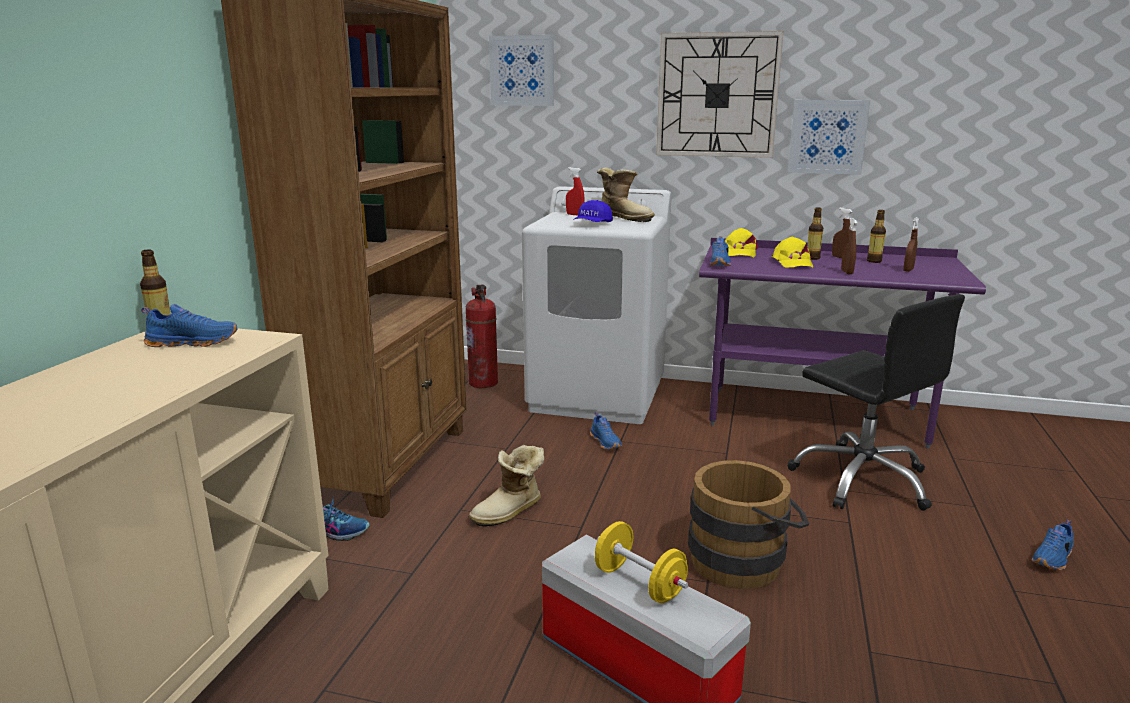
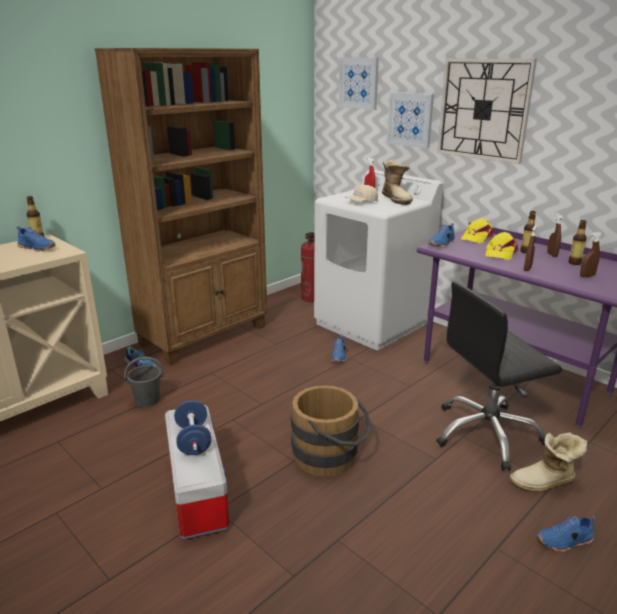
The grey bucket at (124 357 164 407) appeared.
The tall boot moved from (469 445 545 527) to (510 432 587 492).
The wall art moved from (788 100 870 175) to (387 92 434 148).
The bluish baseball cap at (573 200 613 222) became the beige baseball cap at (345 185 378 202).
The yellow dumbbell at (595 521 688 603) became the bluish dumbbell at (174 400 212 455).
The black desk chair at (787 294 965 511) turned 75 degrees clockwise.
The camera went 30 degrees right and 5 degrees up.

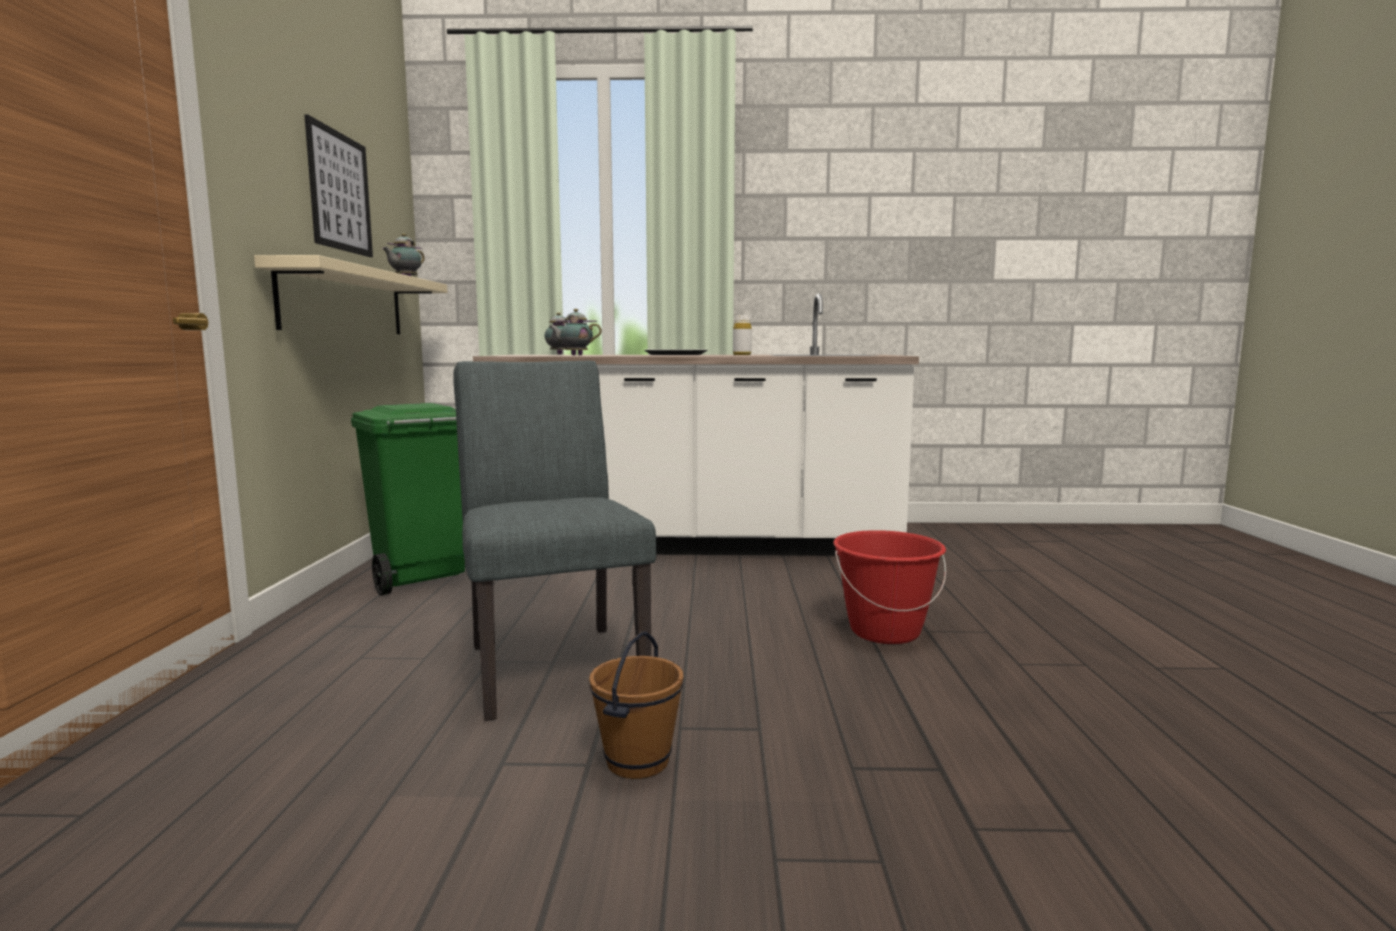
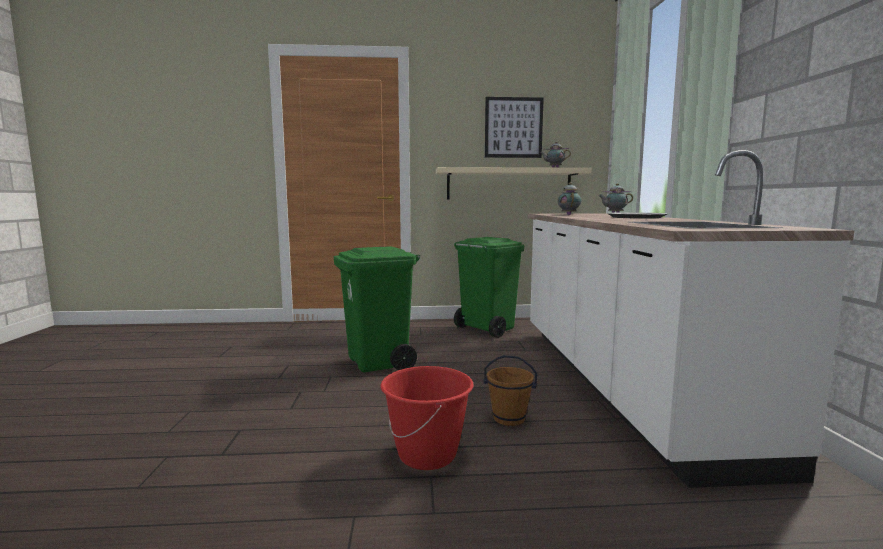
The white-coloured drink bottle at (733 315 752 355) disappeared.
The brownish bucket moved from (589 631 684 779) to (483 355 537 426).
The grey upright chair at (453 361 656 721) was replaced by the green-coloured trash can at (334 246 420 372).
The camera went 85 degrees right and 0 degrees up.

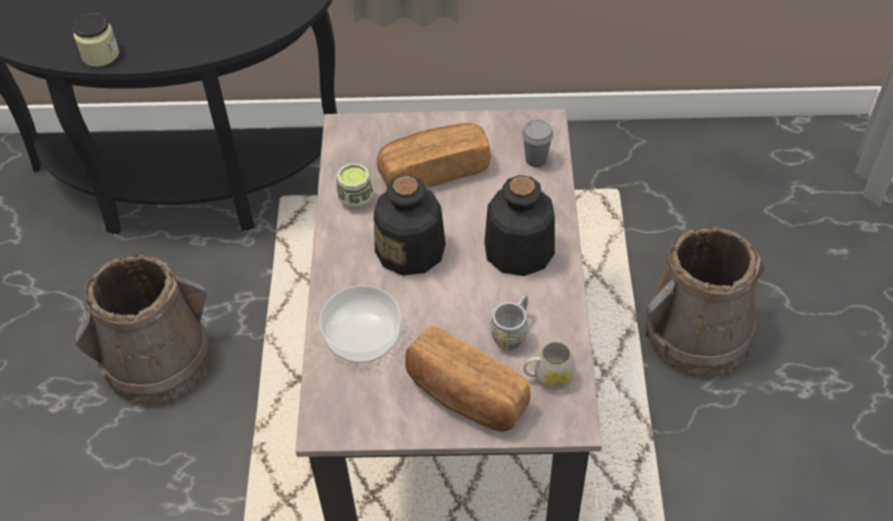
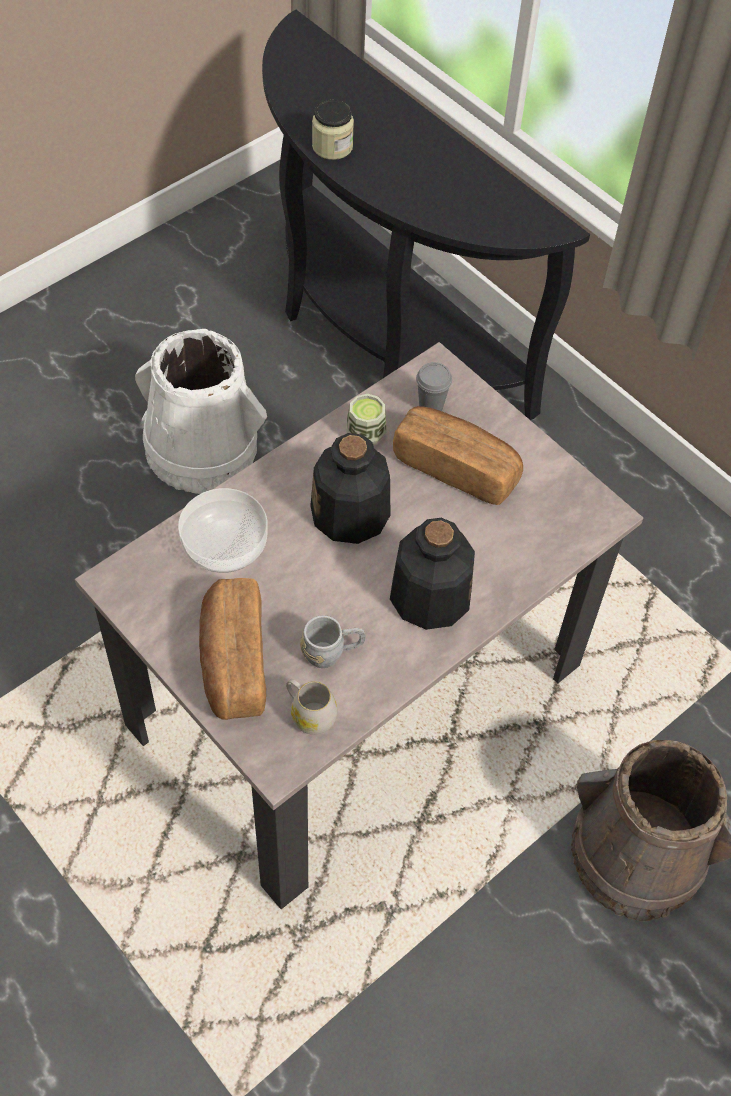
The grey small cup moved from (522 119 553 167) to (416 362 452 411).
The brownish bucket at (74 255 211 405) became the white-coloured bucket at (135 329 267 494).
The camera went 45 degrees right and 5 degrees up.

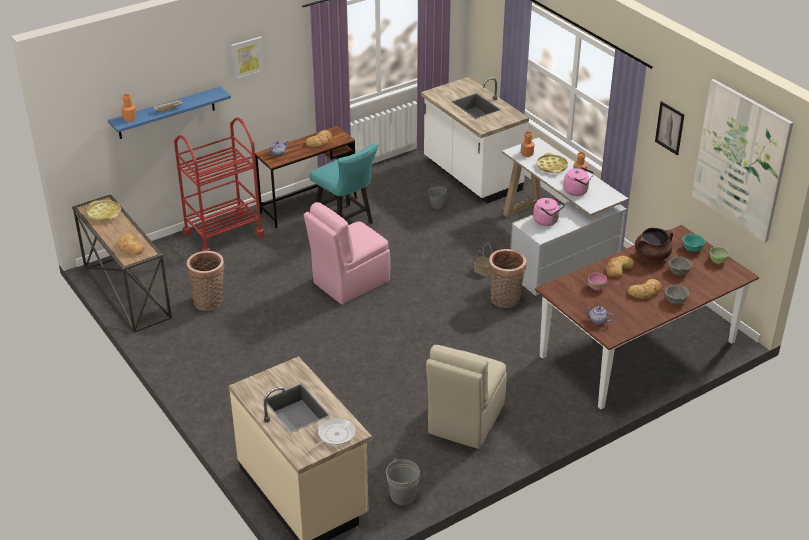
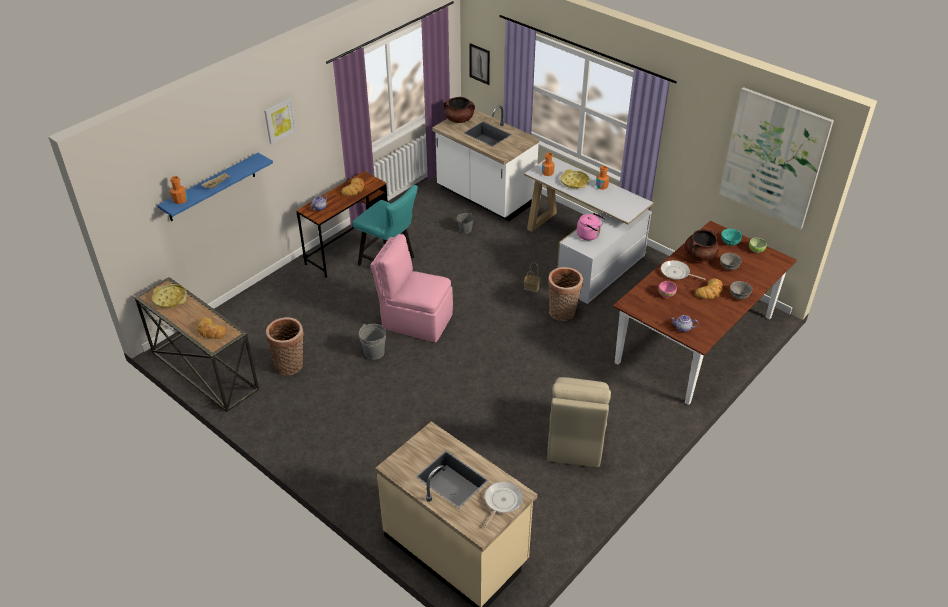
The reddish wheeled cart at (174 117 264 251) disappeared.
The pink tea kettle at (564 167 594 196) disappeared.
The brownish saucepot at (444 97 475 123) appeared.
The grey bucket moved from (386 458 420 505) to (359 324 386 360).
The wall art moved from (655 101 684 155) to (469 43 490 85).
The bakery bread at (606 256 634 278) was replaced by the pan at (661 260 706 280).
The pink upright chair at (304 202 390 304) turned 75 degrees clockwise.
The camera went 15 degrees left and 5 degrees up.

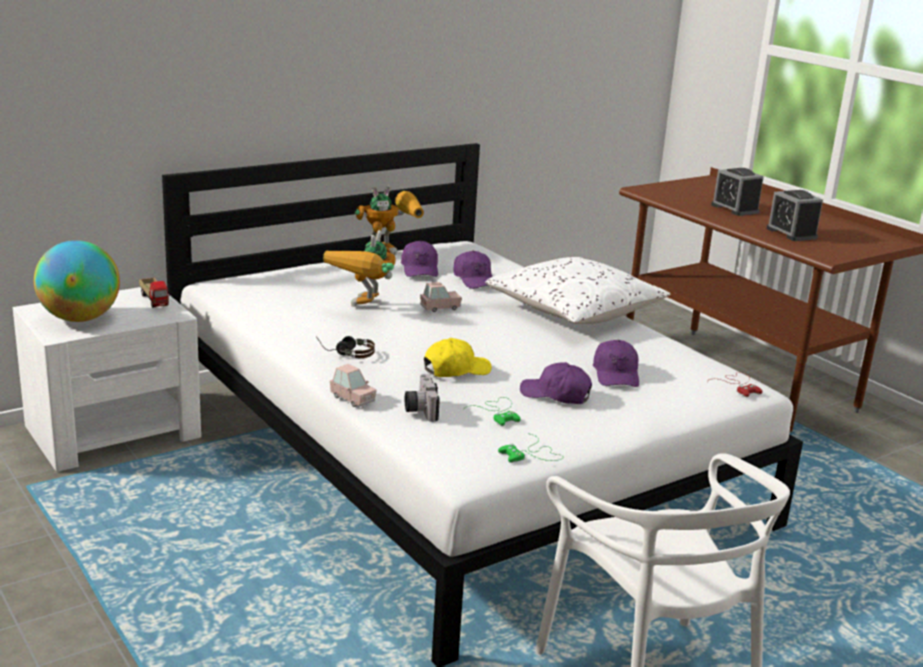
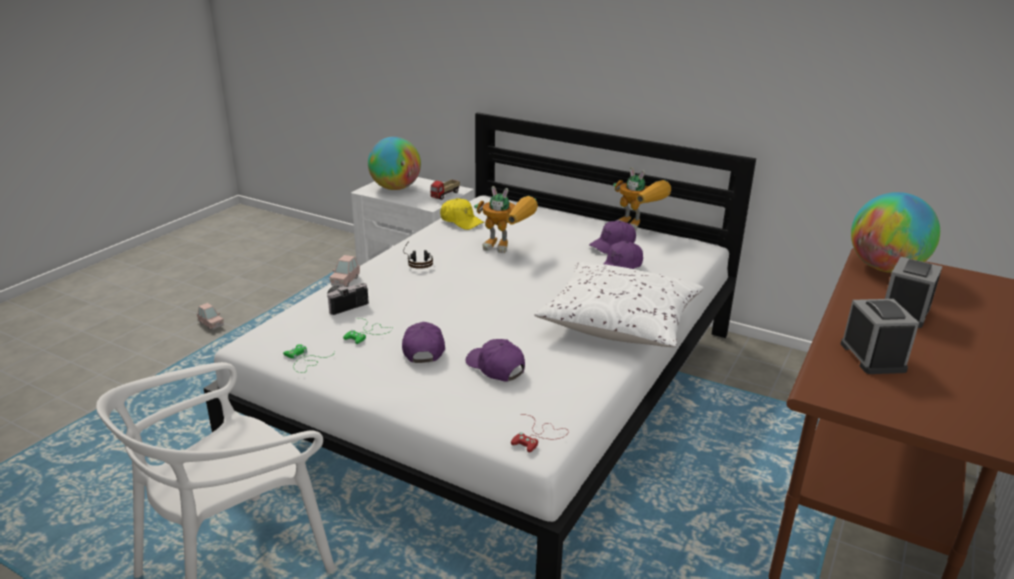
The world globe at (851 192 940 273) appeared.
The pink model car moved from (420 282 462 312) to (197 303 224 330).
The yellow baseball cap moved from (424 338 492 377) to (440 198 484 230).
The toy robot at (323 230 395 307) turned 150 degrees counterclockwise.
The purple baseball cap at (593 340 639 387) turned 75 degrees clockwise.
The alarm clock at (767 190 823 241) turned 135 degrees clockwise.
The camera went 65 degrees right and 5 degrees up.

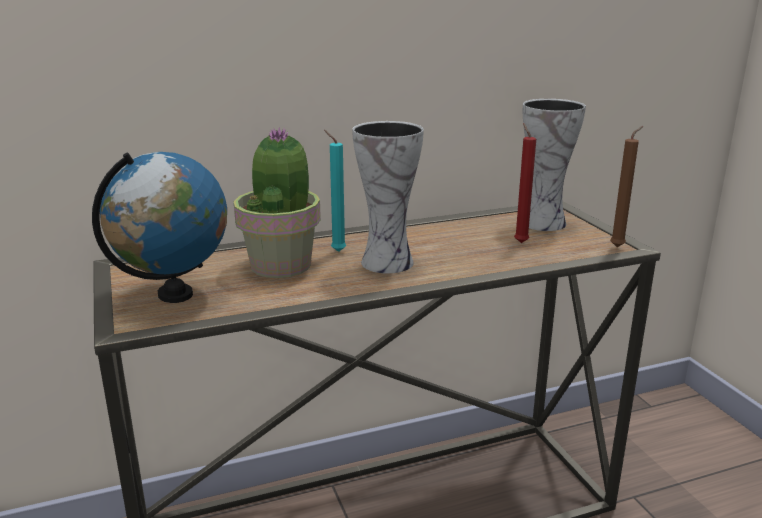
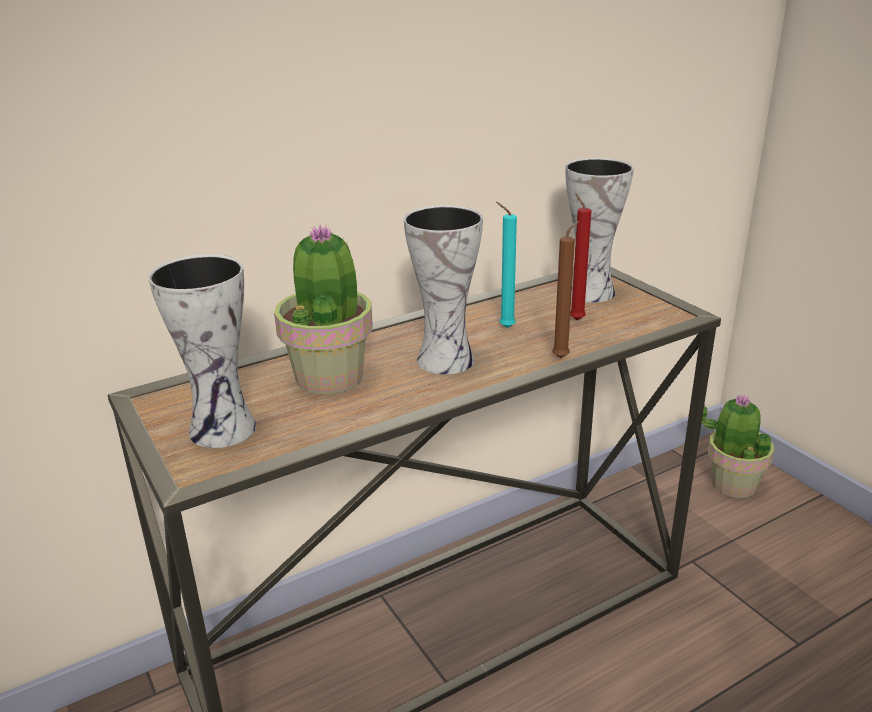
The houseplant at (702 395 774 498) appeared.
The blue-green wax light moved from (324 130 346 252) to (496 202 517 328).
The brownish wax light moved from (610 126 643 247) to (552 221 579 358).
The world globe at (92 152 227 303) was replaced by the flower vase at (148 254 256 448).
The camera went 10 degrees left and 5 degrees up.

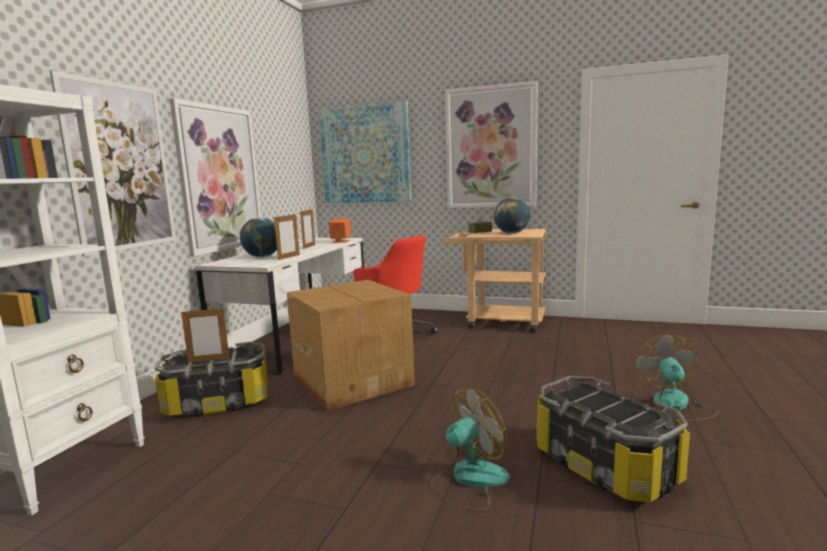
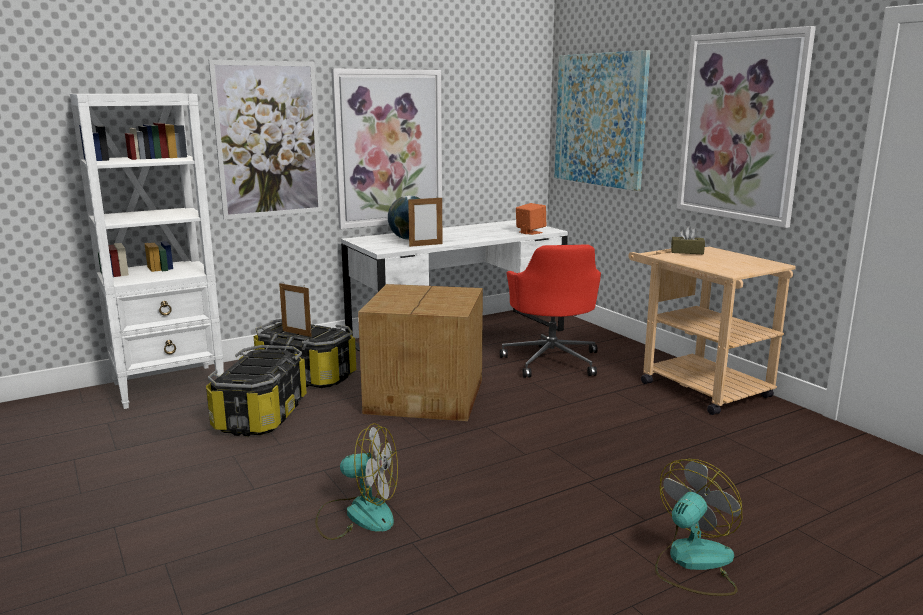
The picture frame at (300 209 315 249) disappeared.
The world globe at (494 197 530 233) disappeared.
The storage bin moved from (536 376 690 503) to (206 345 307 436).
The camera went 40 degrees right and 5 degrees up.

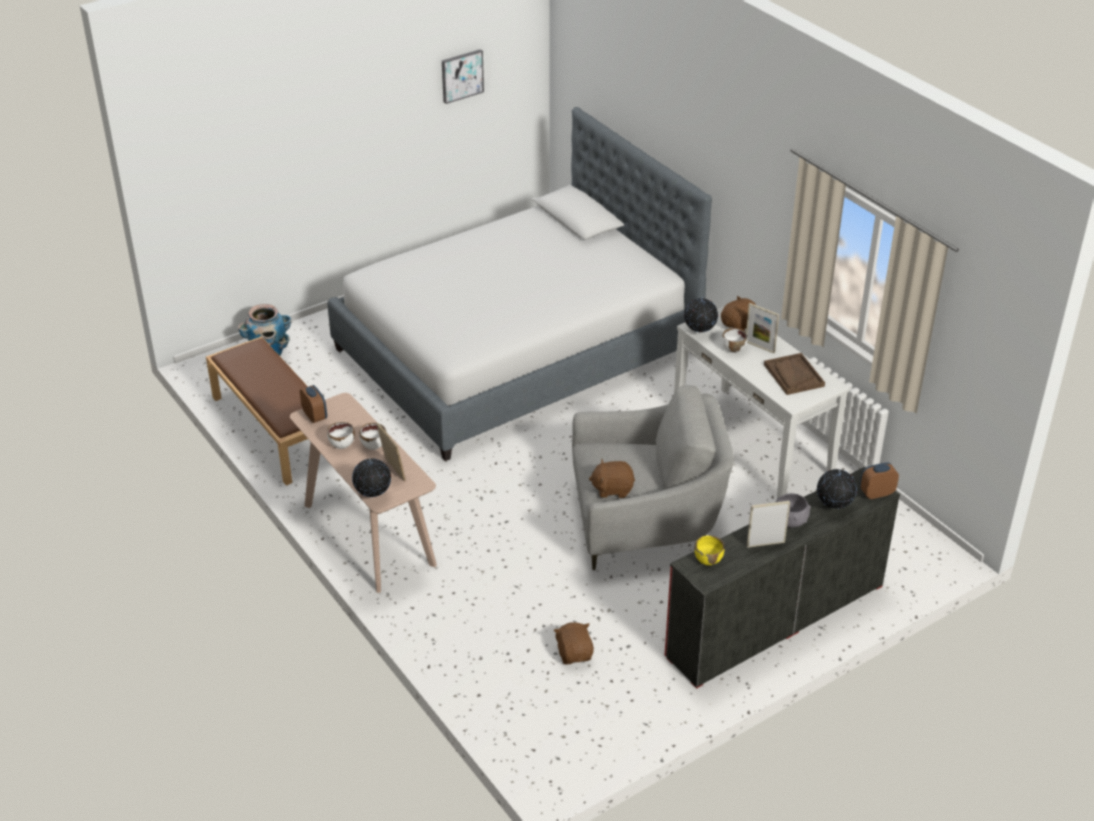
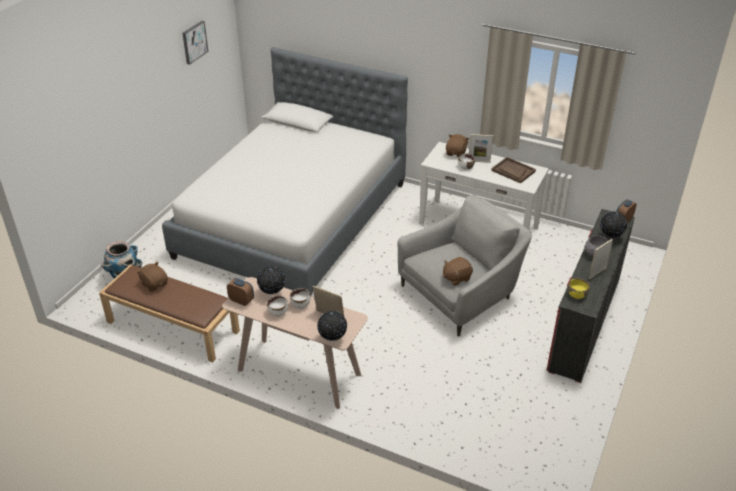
The brownish soft toy moved from (554 622 594 665) to (137 262 168 292).
The world globe moved from (684 297 718 334) to (257 266 285 294).
The camera went 30 degrees left and 0 degrees up.

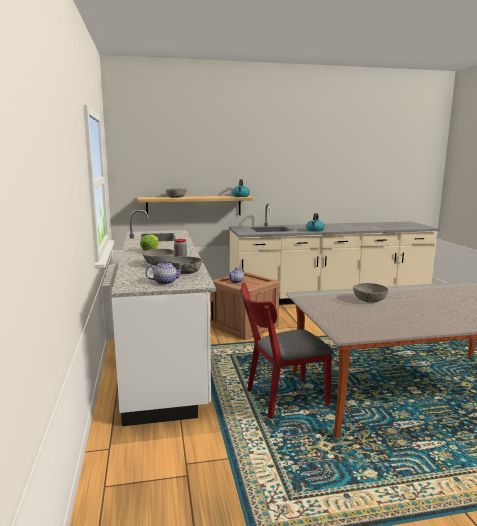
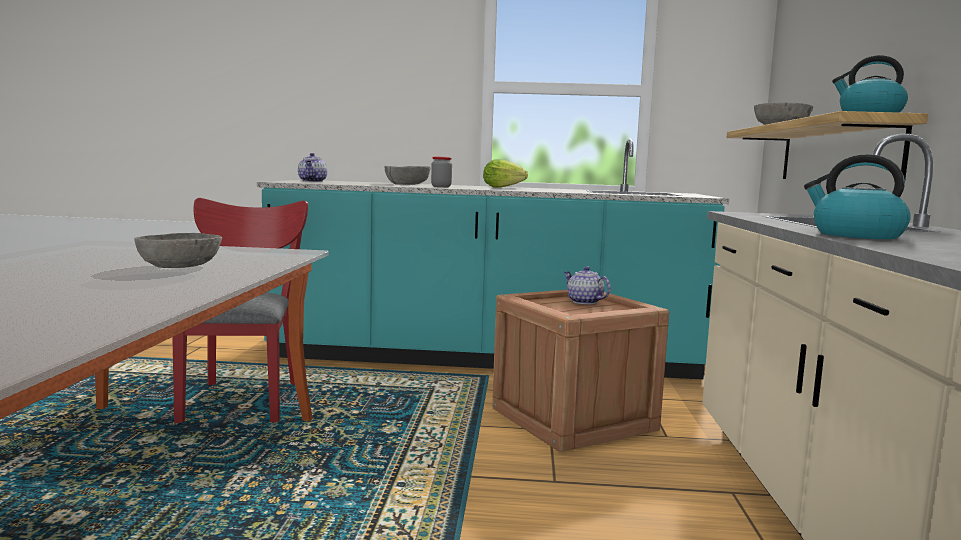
The grey deep dish at (167 256 202 274) disappeared.
The white-coloured kitchen base unit at (111 210 216 426) became the blue-green kitchen base unit at (257 138 729 380).
The camera went 105 degrees right and 5 degrees down.

